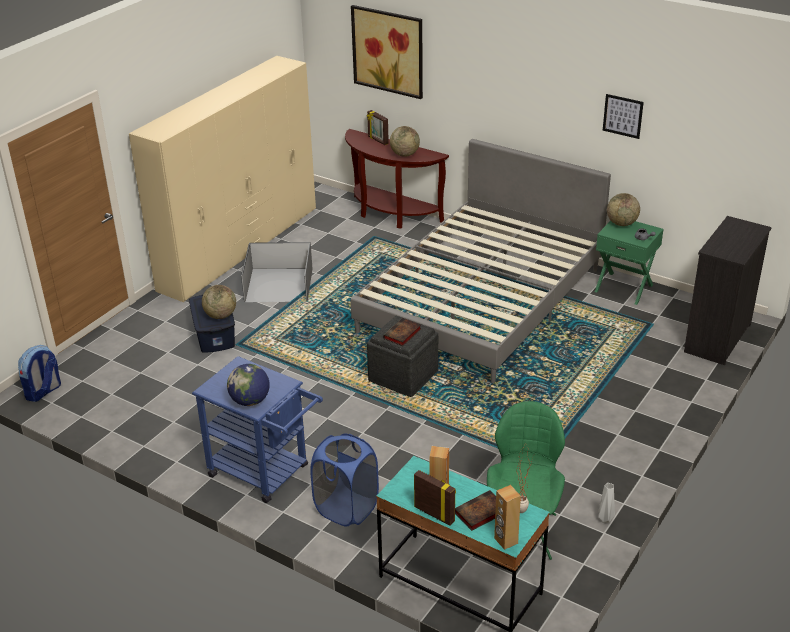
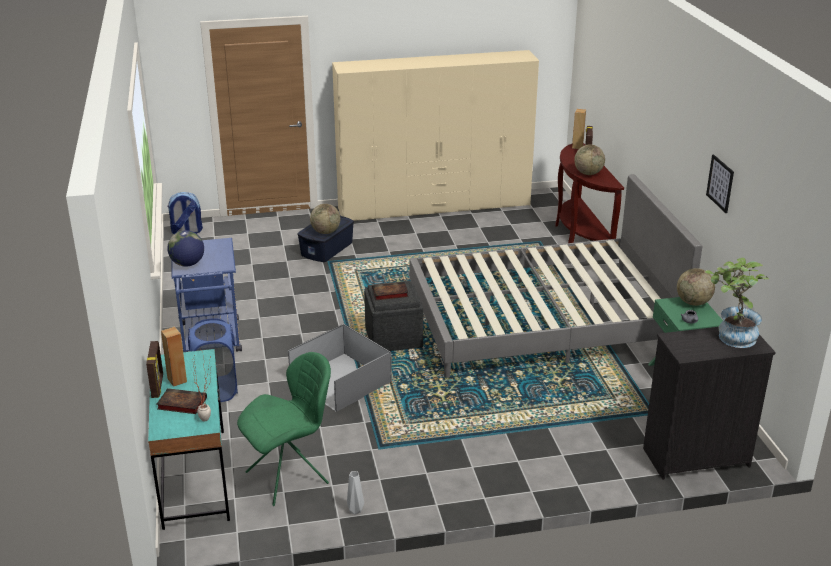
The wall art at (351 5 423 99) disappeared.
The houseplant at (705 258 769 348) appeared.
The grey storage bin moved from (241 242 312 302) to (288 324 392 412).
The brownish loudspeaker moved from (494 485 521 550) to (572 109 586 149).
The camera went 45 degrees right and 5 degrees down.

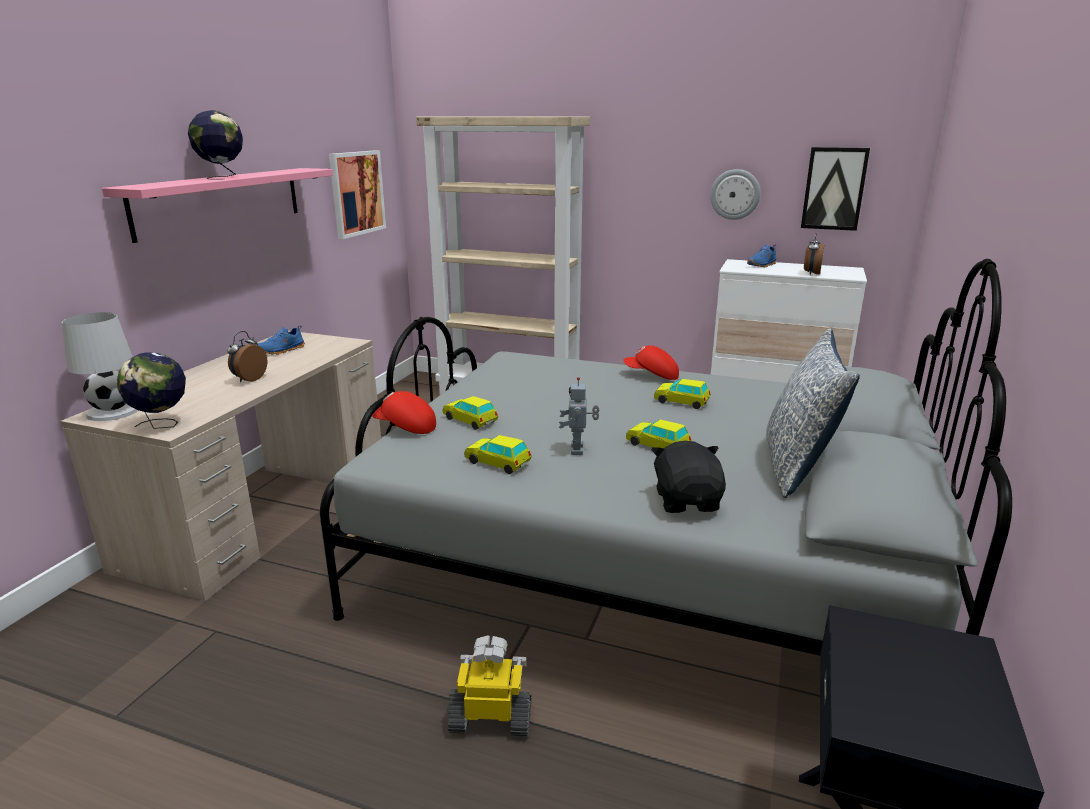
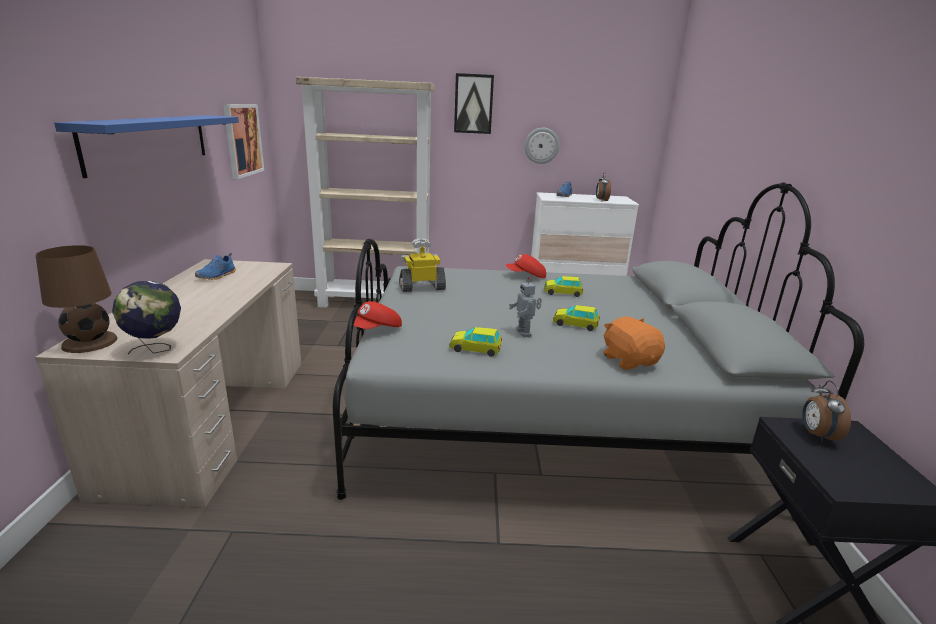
The world globe at (188 110 243 180) disappeared.
The model car at (443 396 498 430) disappeared.
The cushion at (766 329 860 498) disappeared.
The alarm clock moved from (227 331 268 382) to (802 381 851 442).
The toy robot moved from (448 635 531 736) to (399 238 446 292).
The wall art moved from (801 147 870 231) to (454 73 494 134).
The white-coloured tabletop lamp at (62 312 138 421) became the brownish tabletop lamp at (36 245 117 353).
The pink bracket shelf at (102 168 333 243) became the bluish bracket shelf at (54 115 239 178).
The black soft toy at (651 441 726 513) became the orangey soft toy at (603 317 665 370).
The reddish baseball cap at (372 391 436 434) turned 45 degrees counterclockwise.
The camera went 20 degrees left and 0 degrees up.

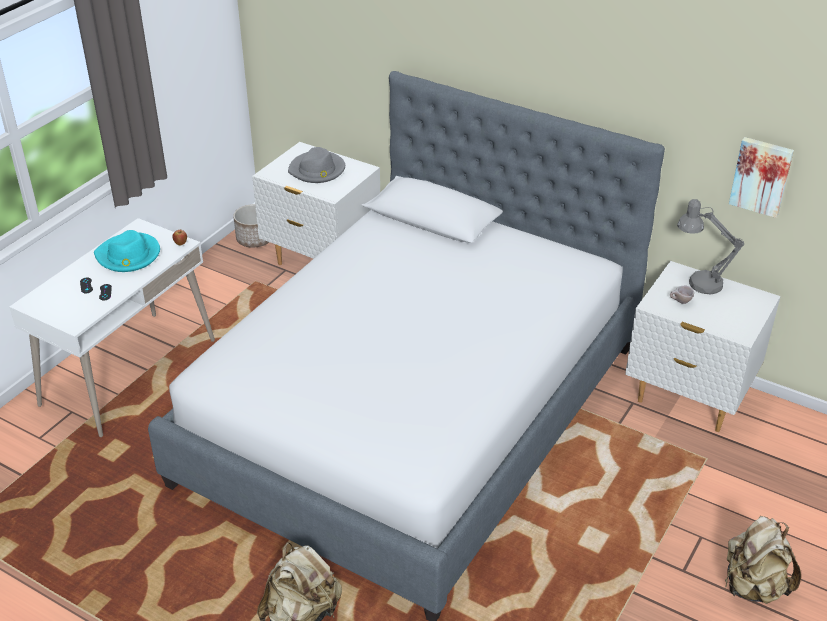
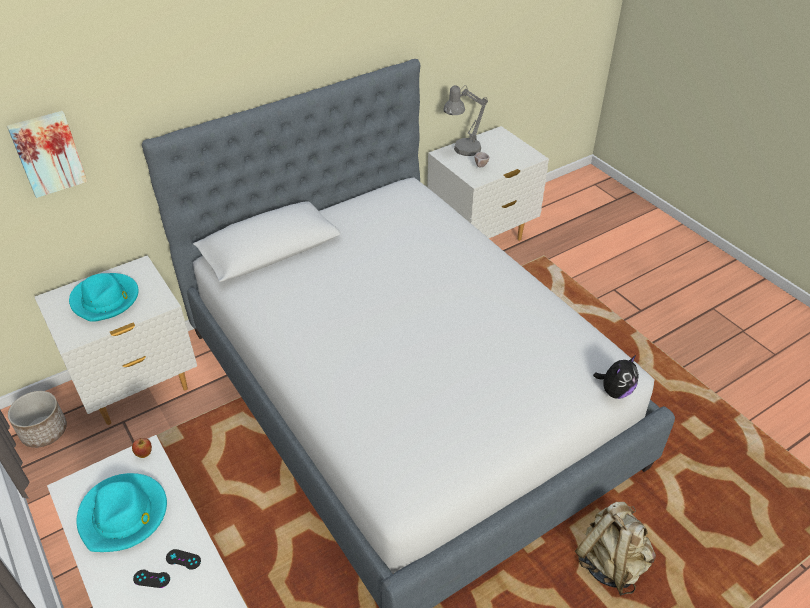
The beige backpack at (724 516 801 604) disappeared.
The soft toy at (593 355 639 399) appeared.
The wall art moved from (729 137 794 218) to (7 111 88 198).
The grey wearable hat at (288 147 345 183) became the blue-green wearable hat at (69 273 139 322).
The camera went 65 degrees left and 5 degrees up.

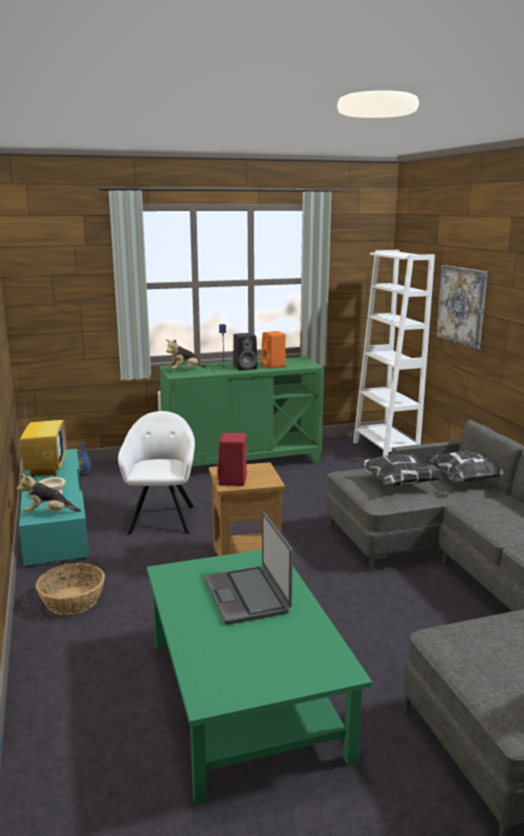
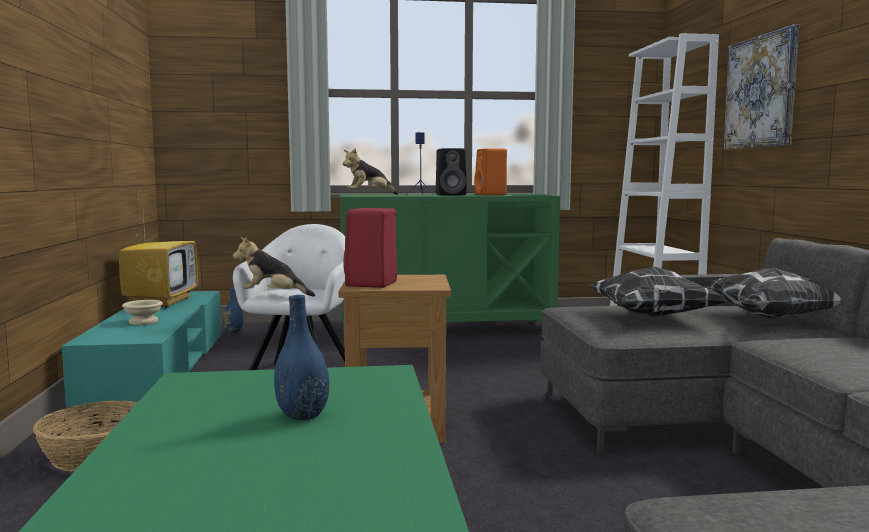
The soft toy moved from (17 473 81 512) to (233 237 315 297).
The laptop at (205 512 293 625) was replaced by the bluish flower vase at (274 295 329 421).
The camera went 10 degrees right and 10 degrees down.

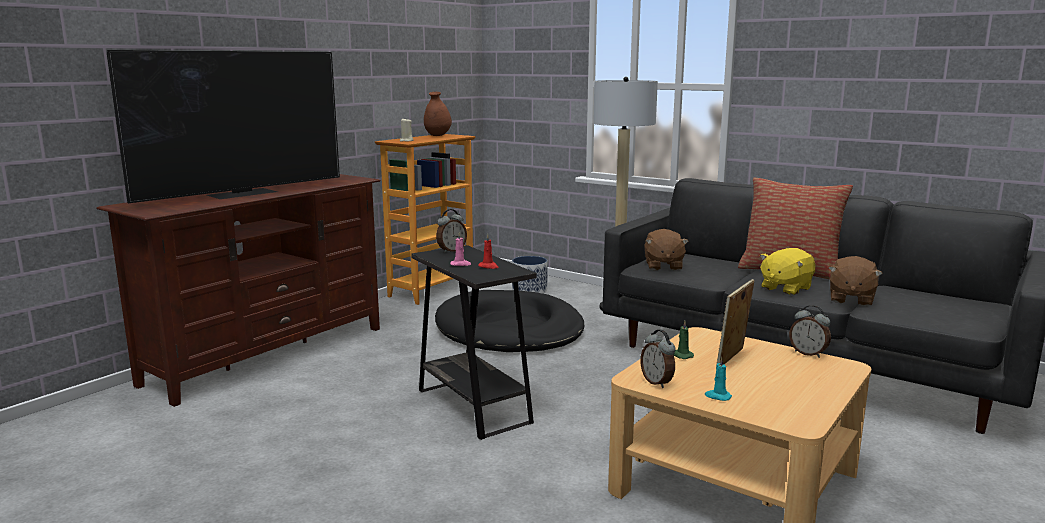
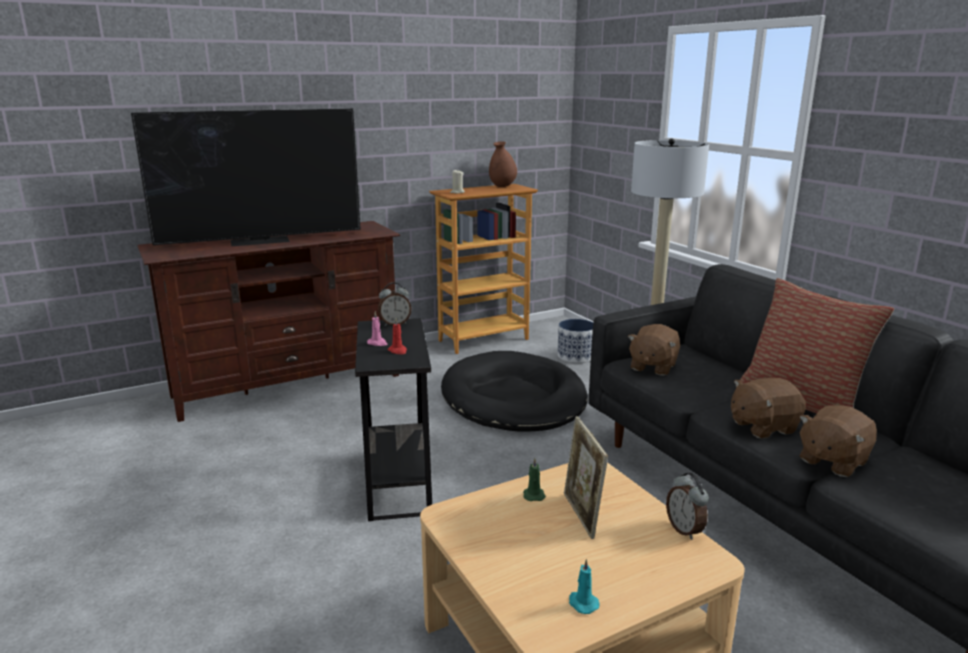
The alarm clock at (640 330 675 388) disappeared.
The blue-green wax light moved from (705 357 732 401) to (569 559 600 614).
The yellow soft toy at (760 248 815 295) became the brownish soft toy at (731 377 806 439).
The picture frame at (716 279 754 367) turned 75 degrees counterclockwise.
The camera went 25 degrees right and 5 degrees up.

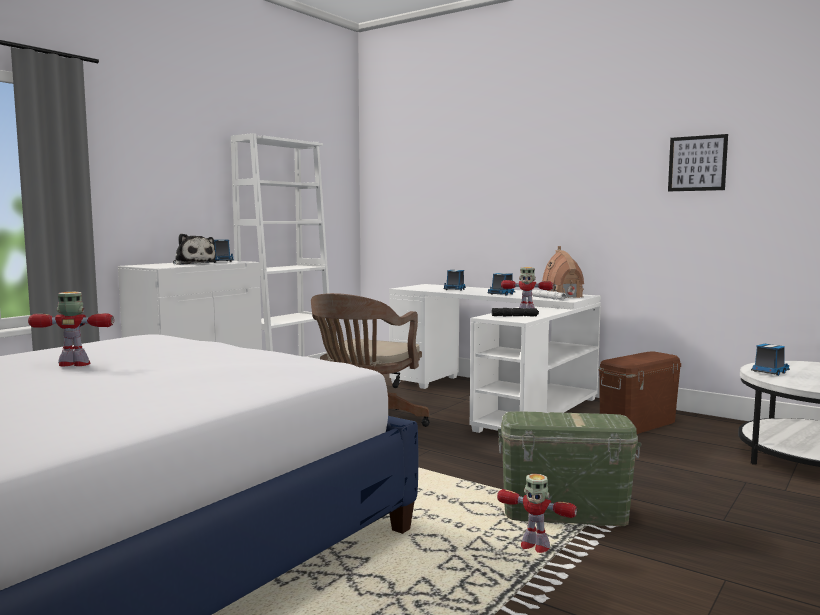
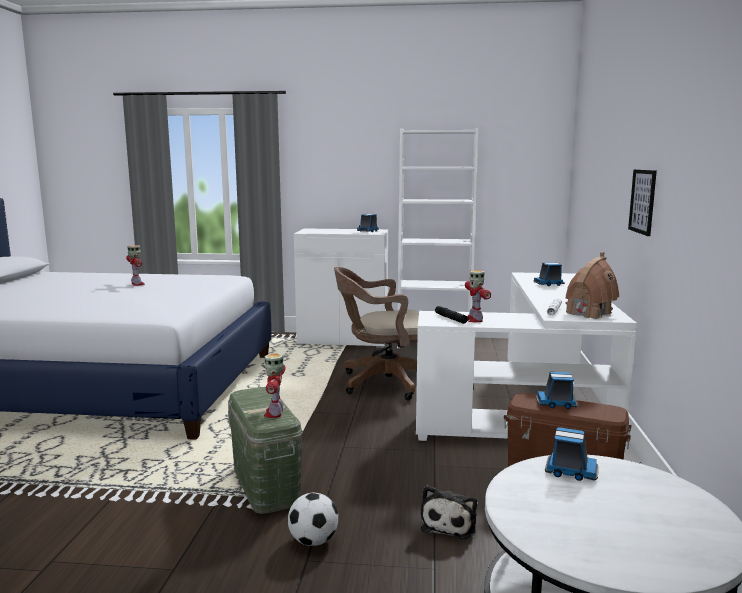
The ball for football at (288 493 338 546) appeared.
The soft toy moved from (173 233 216 265) to (421 485 477 539).
The toy truck moved from (487 273 515 296) to (536 372 578 409).
The toy robot moved from (497 474 577 553) to (264 353 286 418).
The wall art moved from (668 134 728 191) to (628 169 657 236).
The camera went 60 degrees right and 5 degrees up.

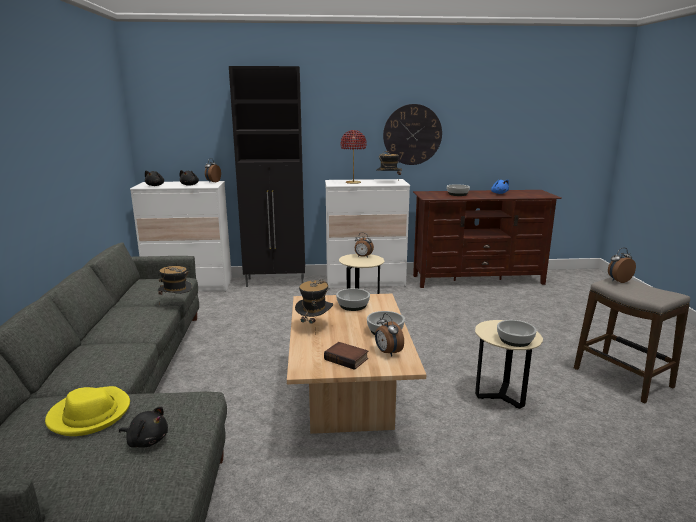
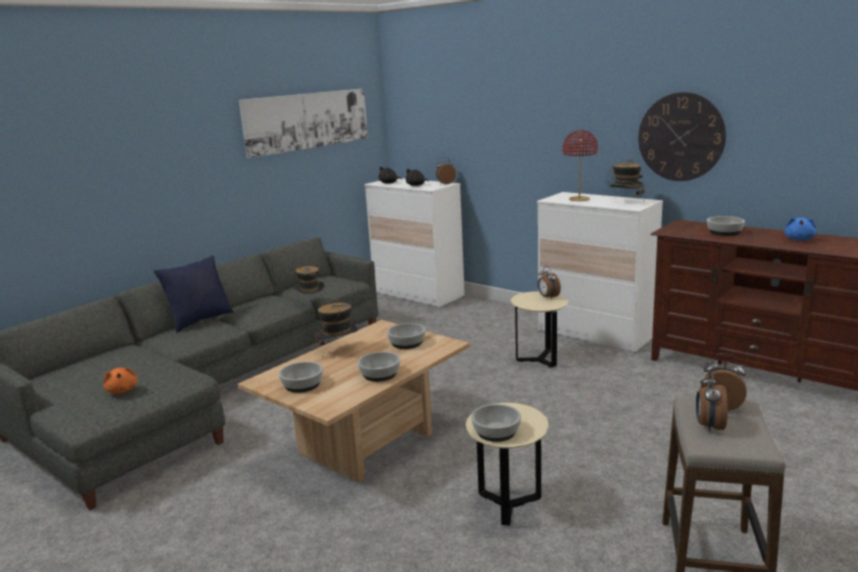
The yellow wearable hat at (45 386 130 436) disappeared.
The black cabinet at (229 66 305 287) disappeared.
The bluish cushion at (154 256 234 333) appeared.
The wall art at (239 89 368 158) appeared.
The alarm clock moved from (375 313 404 357) to (696 371 728 432).
The bound book at (324 342 368 370) was replaced by the deep dish at (279 362 323 393).
The black soft toy at (119 407 168 448) became the orangey soft toy at (104 368 138 394).
The camera went 45 degrees right and 0 degrees up.

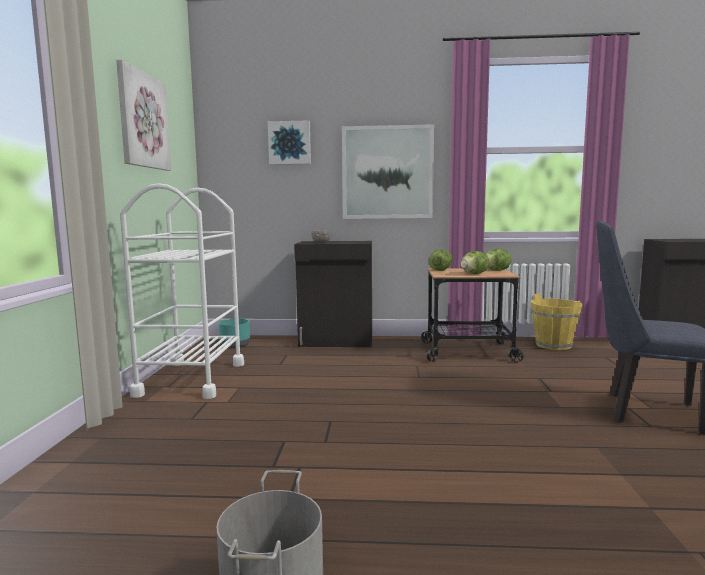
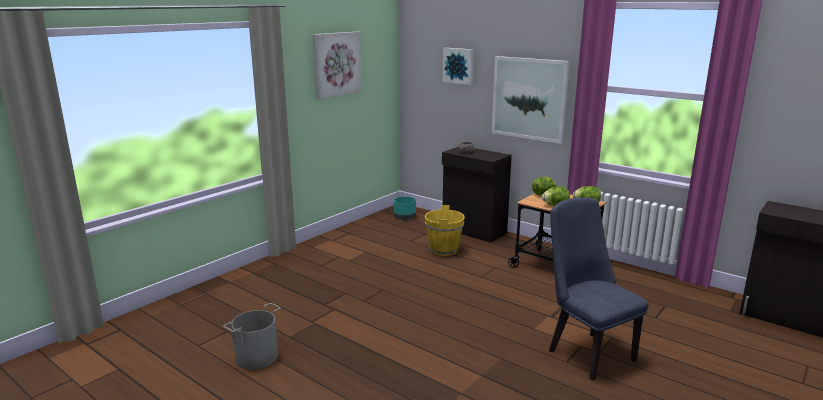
The white-coloured wheeled cart at (120 183 244 399) disappeared.
The yellow bucket moved from (531 294 583 350) to (425 205 465 256).
The camera went 35 degrees right and 10 degrees up.

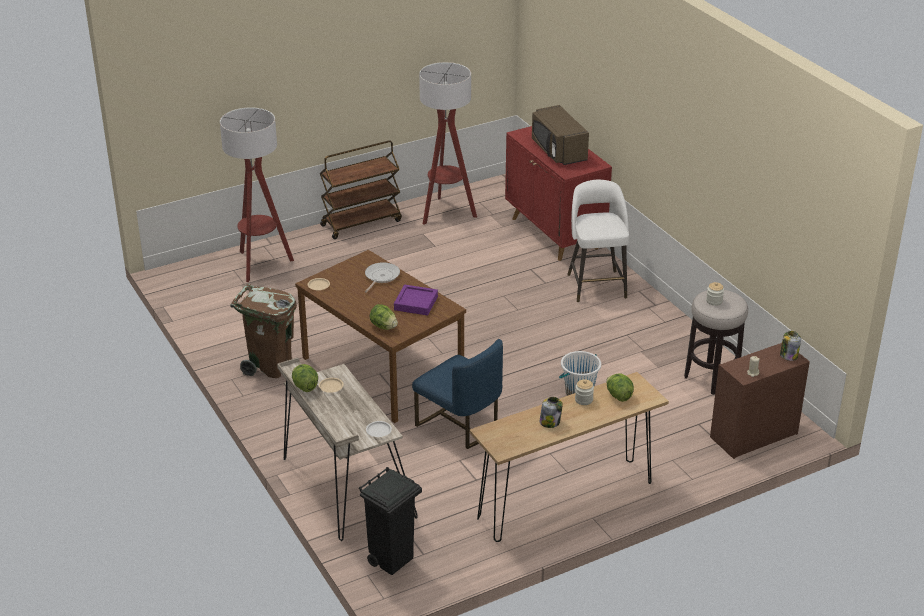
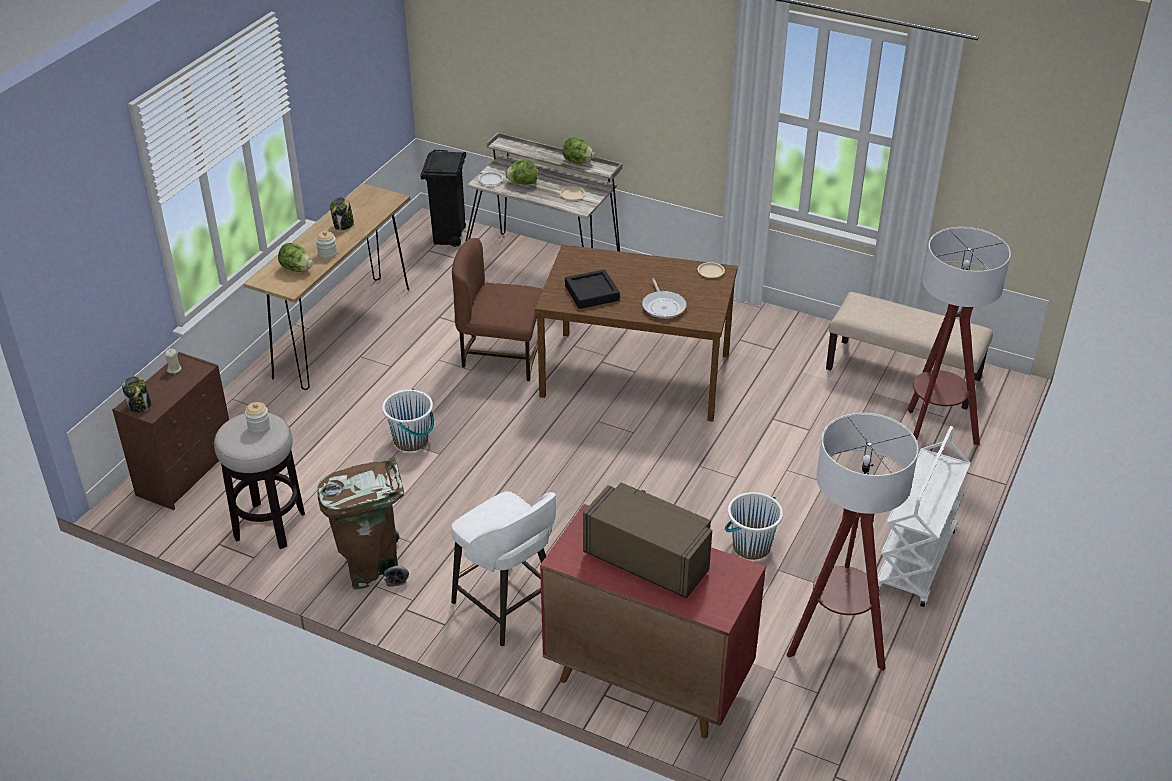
The white-coloured bucket at (725 492 783 560) appeared.
The beige bench at (826 292 993 410) appeared.
The brownish trash can moved from (230 284 297 378) to (317 457 409 589).
The lettuce head moved from (370 304 398 330) to (505 160 538 185).
The brownish wheeled cart at (320 140 402 239) became the white-coloured wheeled cart at (877 426 971 607).
The purple tray at (394 285 438 315) became the black tray at (565 269 620 309).
The bluish upright chair at (412 339 503 449) became the brownish upright chair at (452 238 543 381).
The camera went 145 degrees right and 5 degrees up.

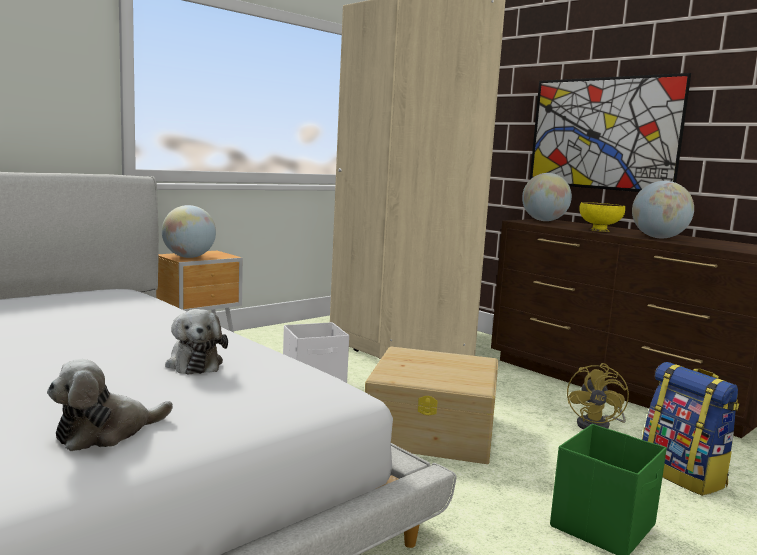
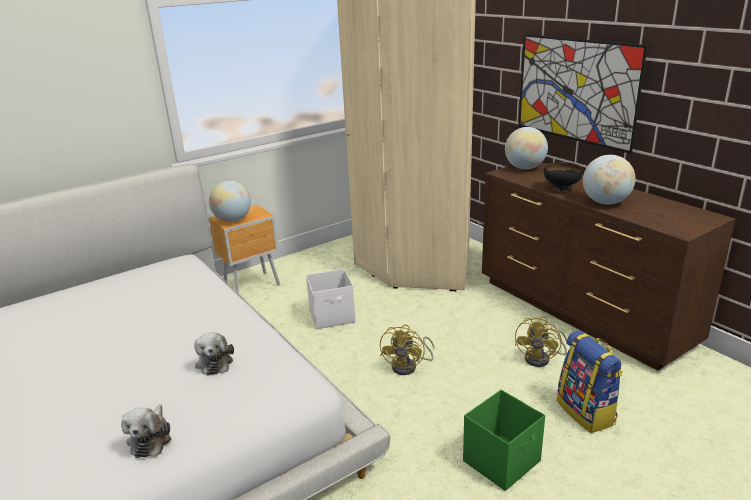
The beige storage bin at (365 347 498 464) was replaced by the yellow cooling fan at (380 324 434 375).
The yellow deep dish at (579 202 625 232) became the black deep dish at (544 162 583 192).
The soft toy at (47 359 173 451) turned 60 degrees counterclockwise.
The camera went 10 degrees right and 15 degrees up.

